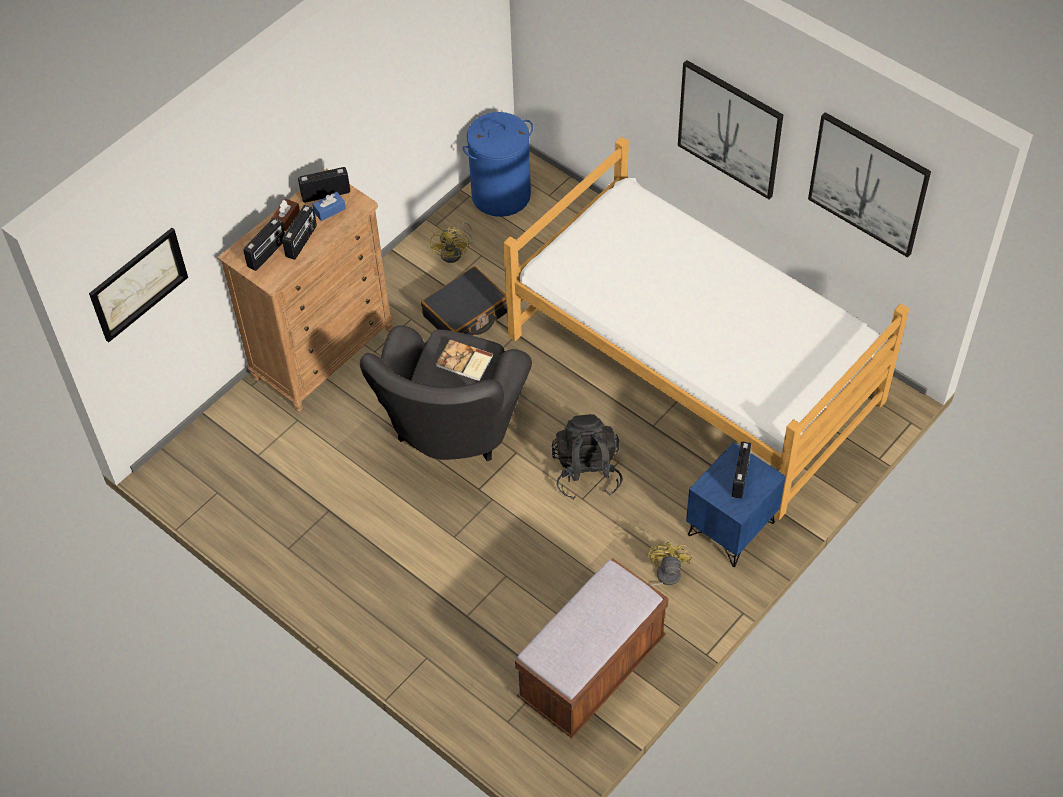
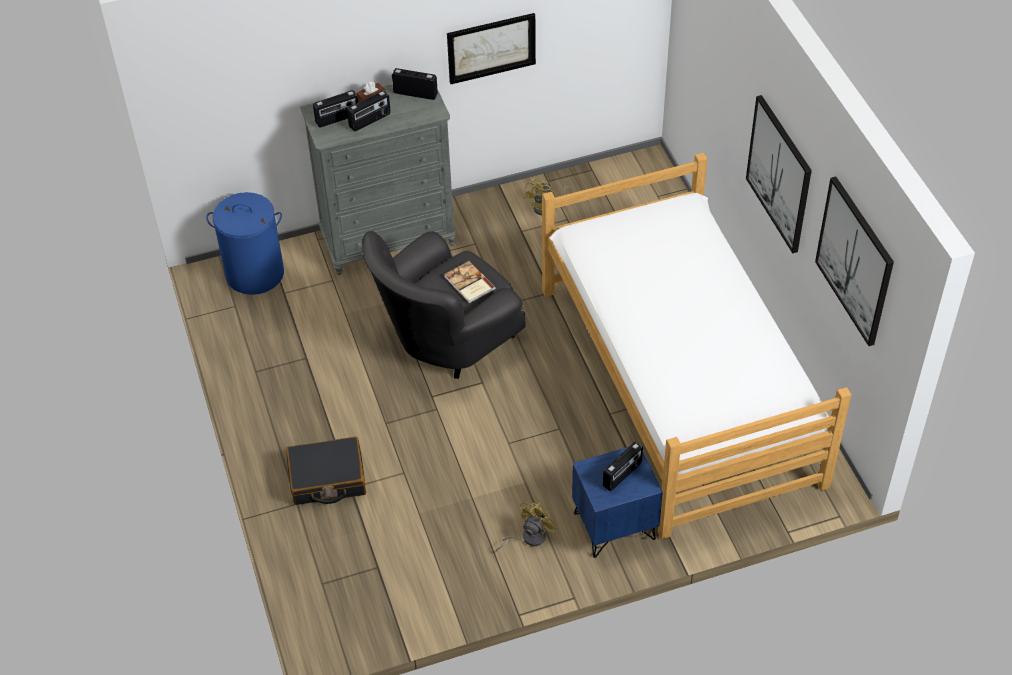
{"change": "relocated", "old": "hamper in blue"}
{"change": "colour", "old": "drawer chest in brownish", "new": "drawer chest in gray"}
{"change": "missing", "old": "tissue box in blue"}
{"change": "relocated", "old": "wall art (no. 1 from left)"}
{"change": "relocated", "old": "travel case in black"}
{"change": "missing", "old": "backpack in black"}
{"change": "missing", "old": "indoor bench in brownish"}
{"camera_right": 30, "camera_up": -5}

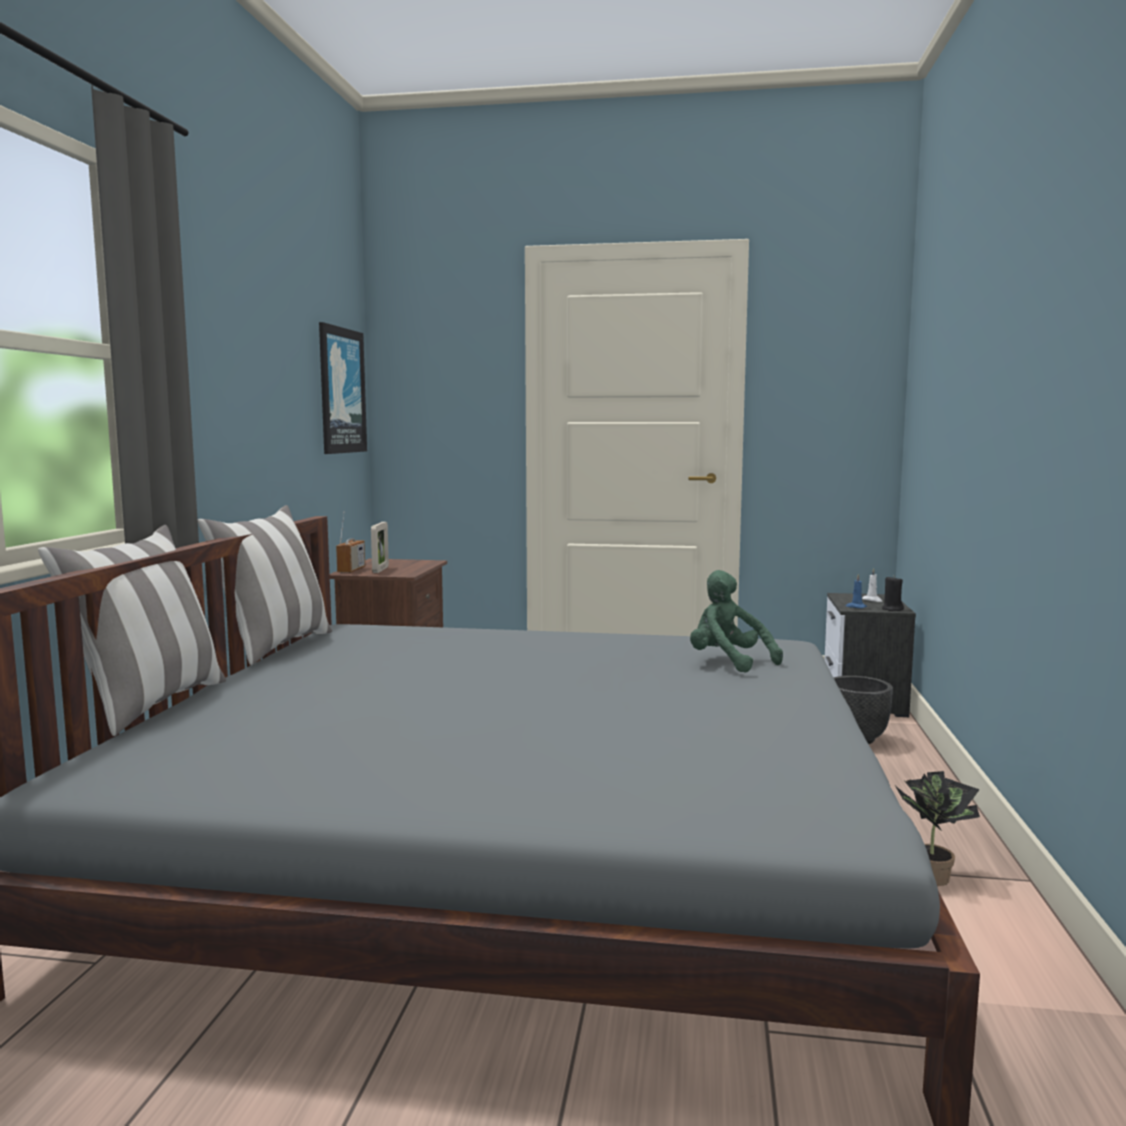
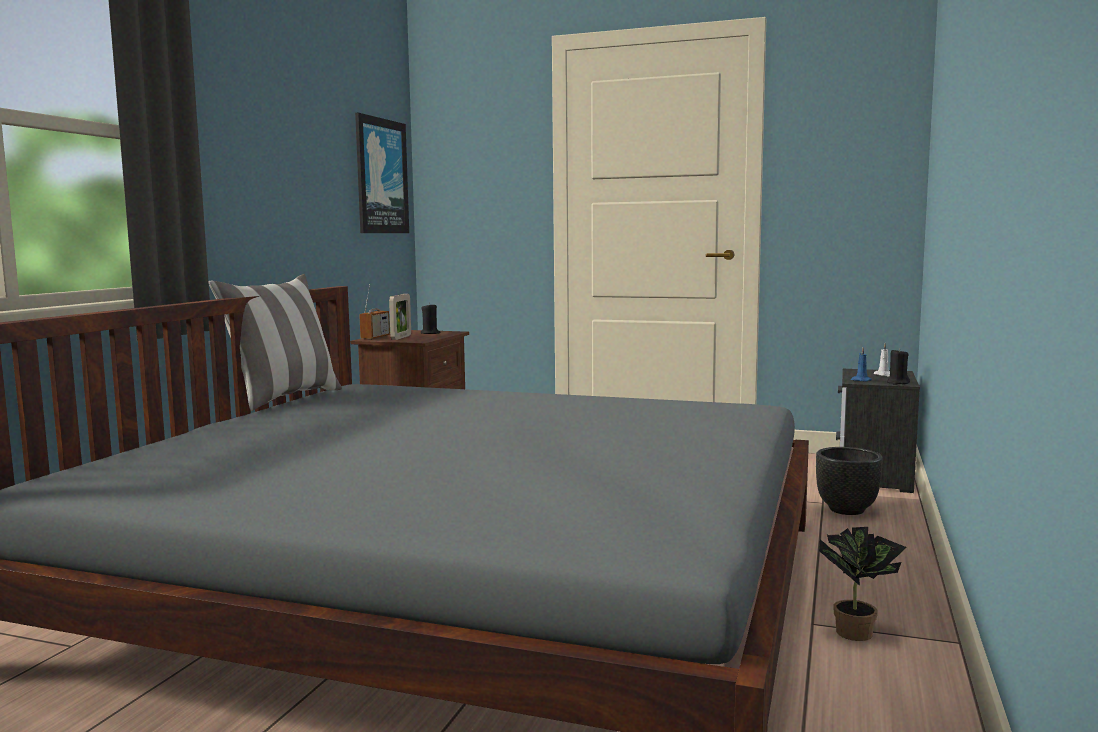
{"change": "missing", "old": "throw pillow (no. 1 from left)"}
{"change": "missing", "old": "plush toy in green-coloured"}
{"change": "appeared", "new": "candle in black (no. 1 from left)"}
{"camera_right": 10, "camera_up": 0}

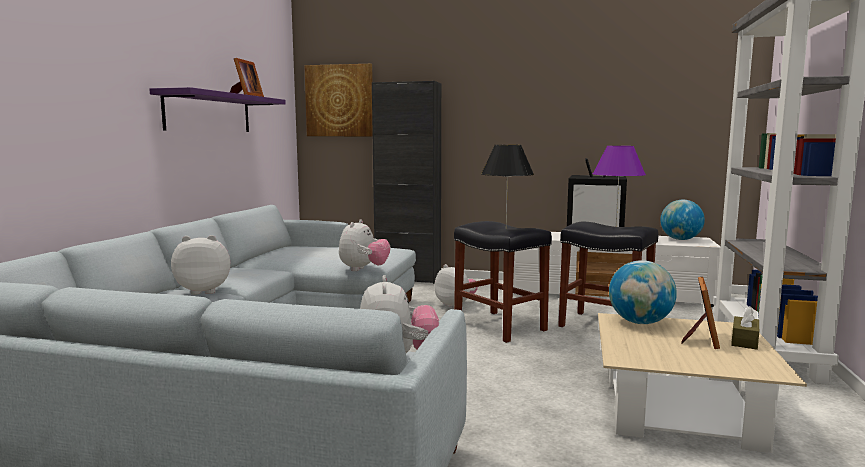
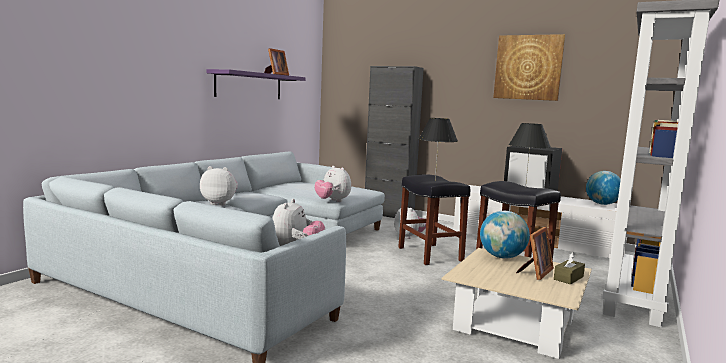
{"change": "relocated", "old": "wall art"}
{"change": "colour", "old": "tabletop lamp in purple-coloured", "new": "tabletop lamp in black (no. 2 from left)"}
{"change": "spun", "old": "plush toy (no. 2 from left in the first image)", "degrees": 105}
{"camera_right": 15, "camera_up": 0}

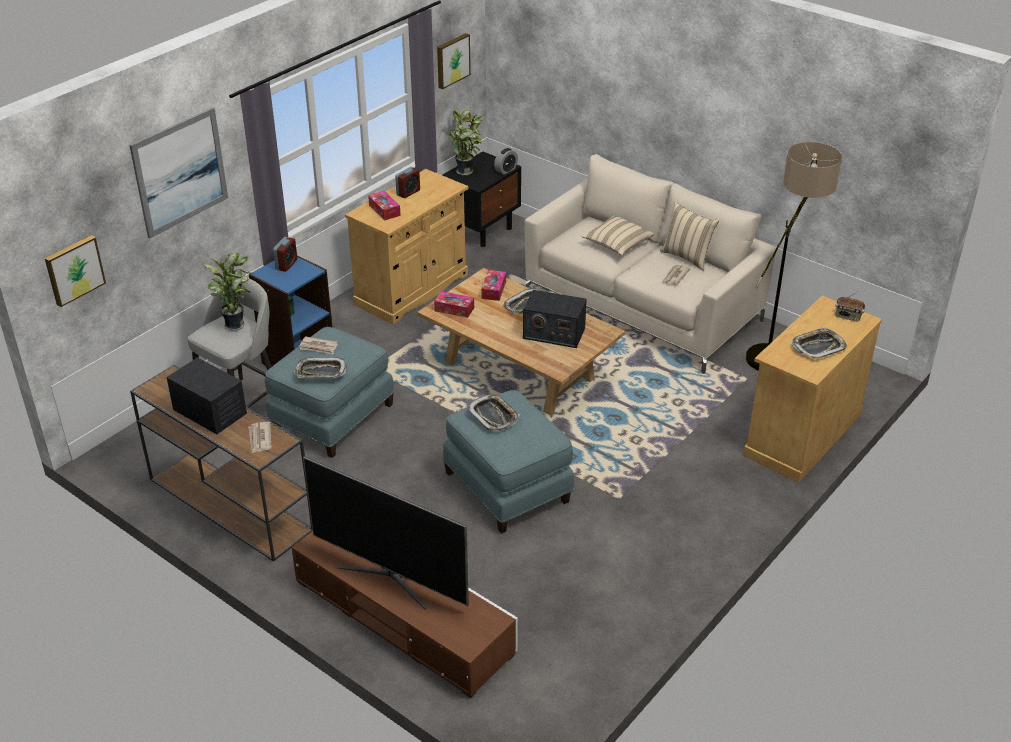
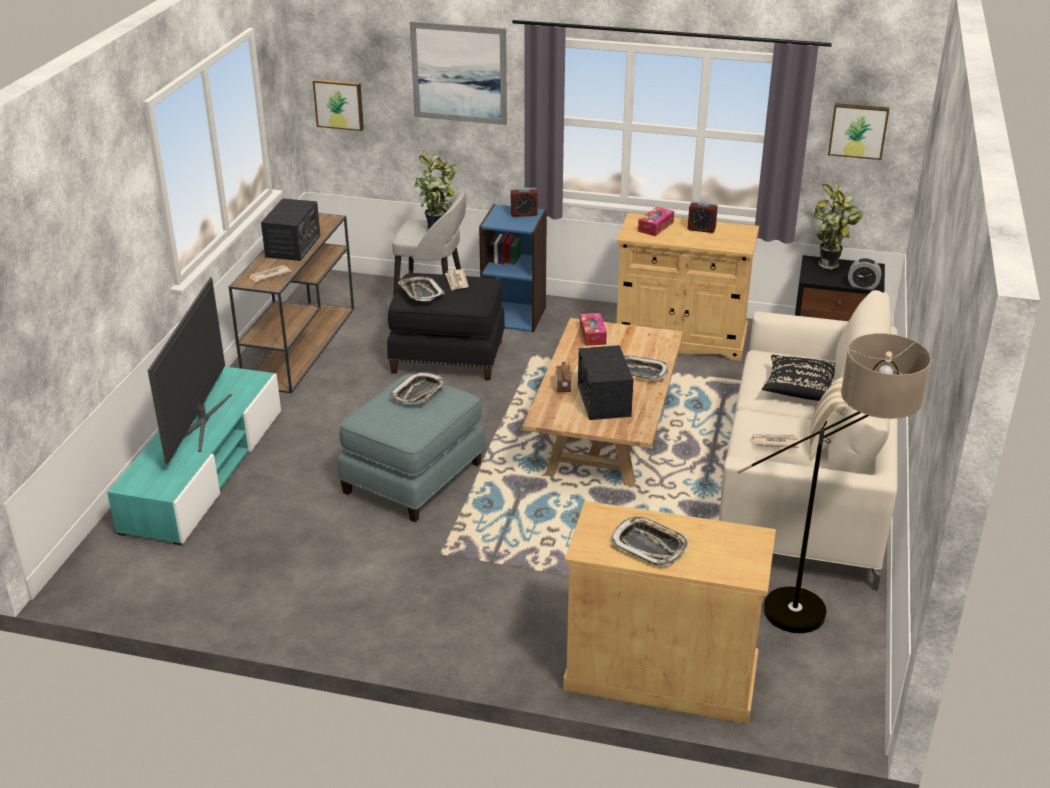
{"change": "colour", "old": "throw pillow in beige-coloured (no. 1 from left)", "new": "throw pillow in black"}
{"change": "missing", "old": "tissue box (no. 3 from left)"}
{"change": "relocated", "old": "radio receiver (no. 3 from left in the first image)", "new": "radio receiver (no. 2 from left)"}
{"change": "colour", "old": "ottoman in blue (no. 1 from left)", "new": "ottoman in black"}
{"change": "colour", "old": "tv unit in brownish", "new": "tv unit in turquoise-coloured"}
{"camera_right": 65, "camera_up": -5}

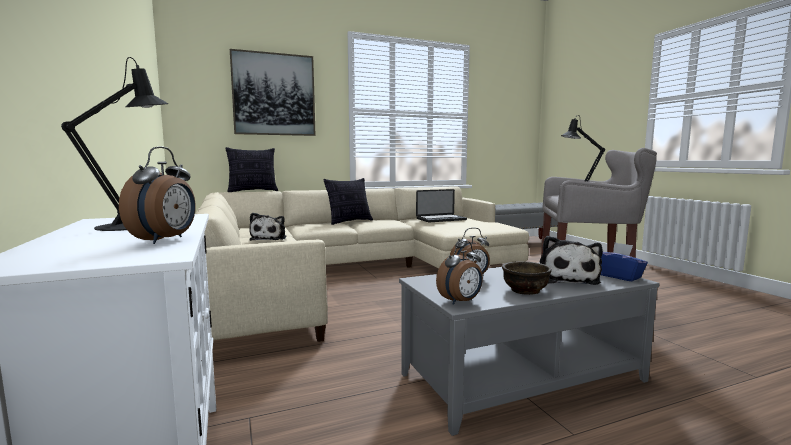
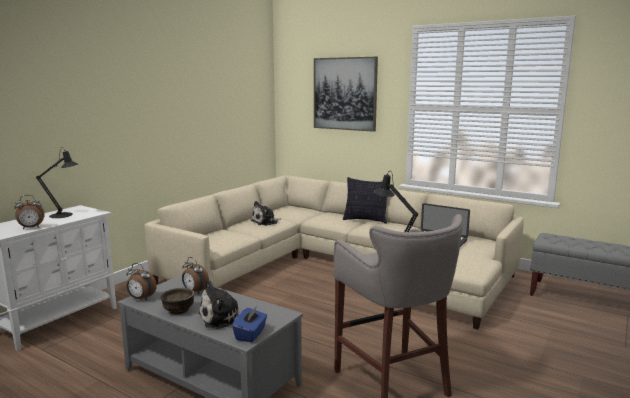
{"change": "missing", "old": "throw pillow (no. 1 from left)"}
{"camera_right": 55, "camera_up": 5}

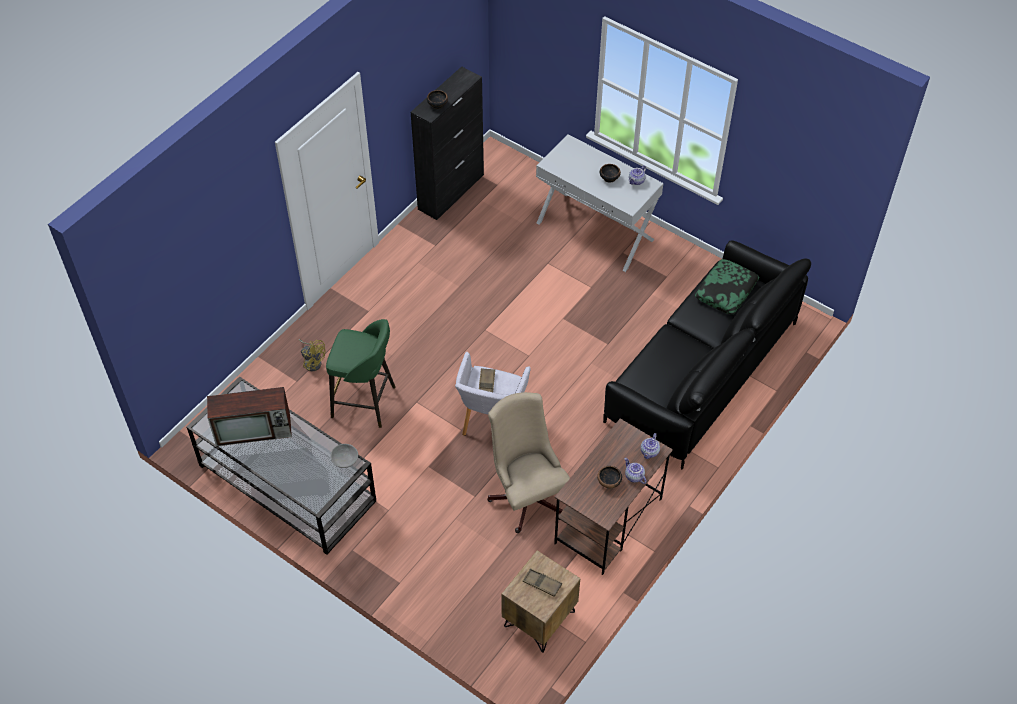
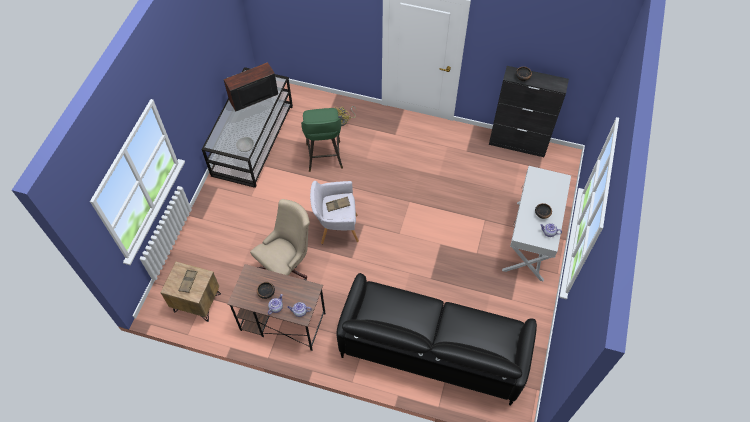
{"change": "missing", "old": "throw pillow"}
{"change": "spun", "old": "TV", "degrees": 90}
{"camera_right": 70, "camera_up": 5}

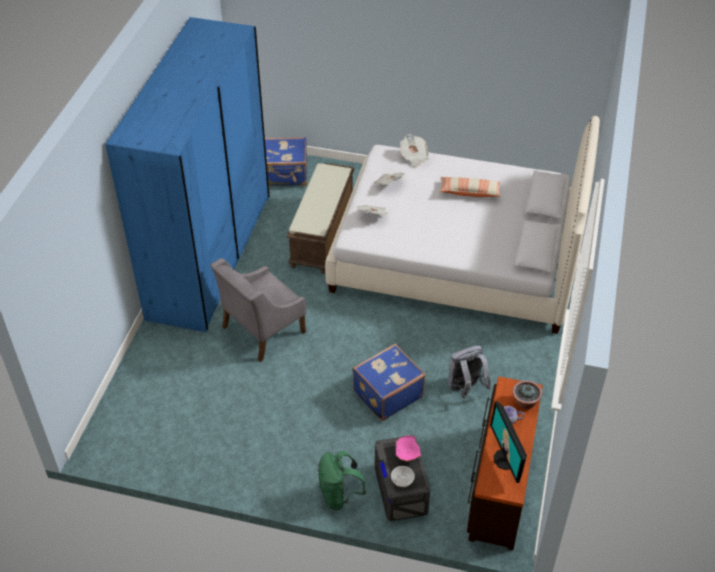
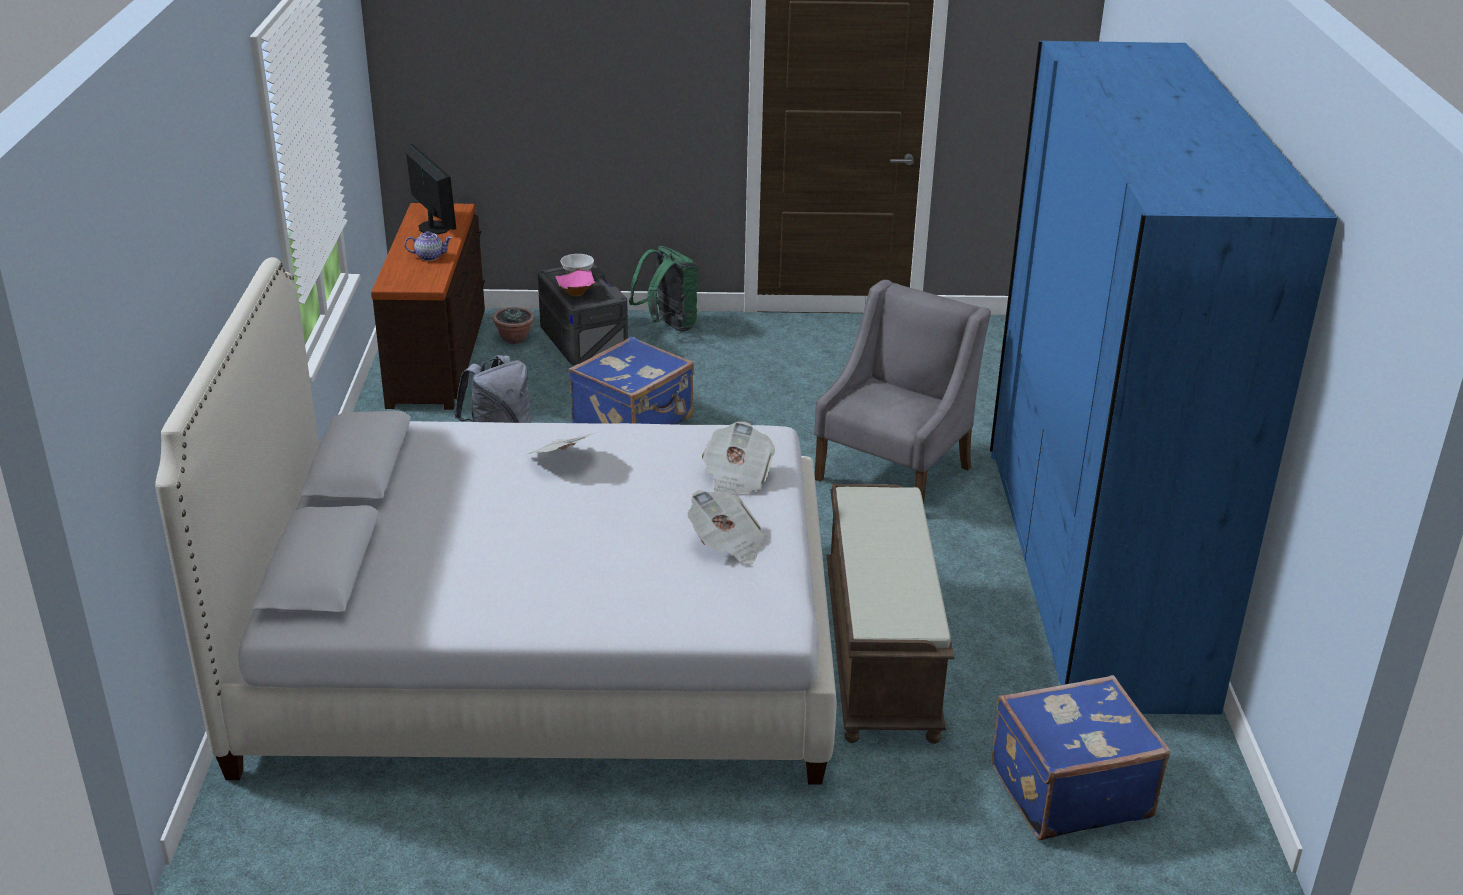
{"change": "relocated", "old": "daily paper (no. 3 from left in the first image)", "new": "daily paper (no. 1 from left)"}
{"change": "missing", "old": "throw pillow"}
{"change": "relocated", "old": "potted plant"}
{"camera_right": 165, "camera_up": -15}

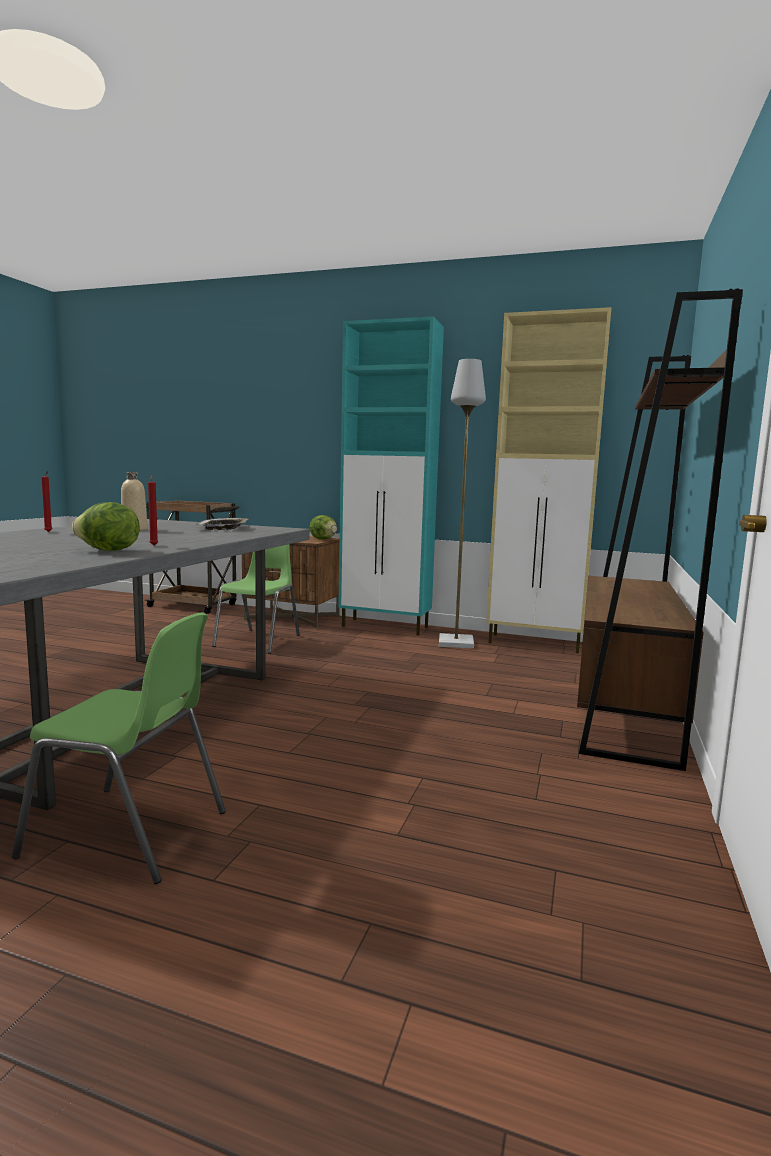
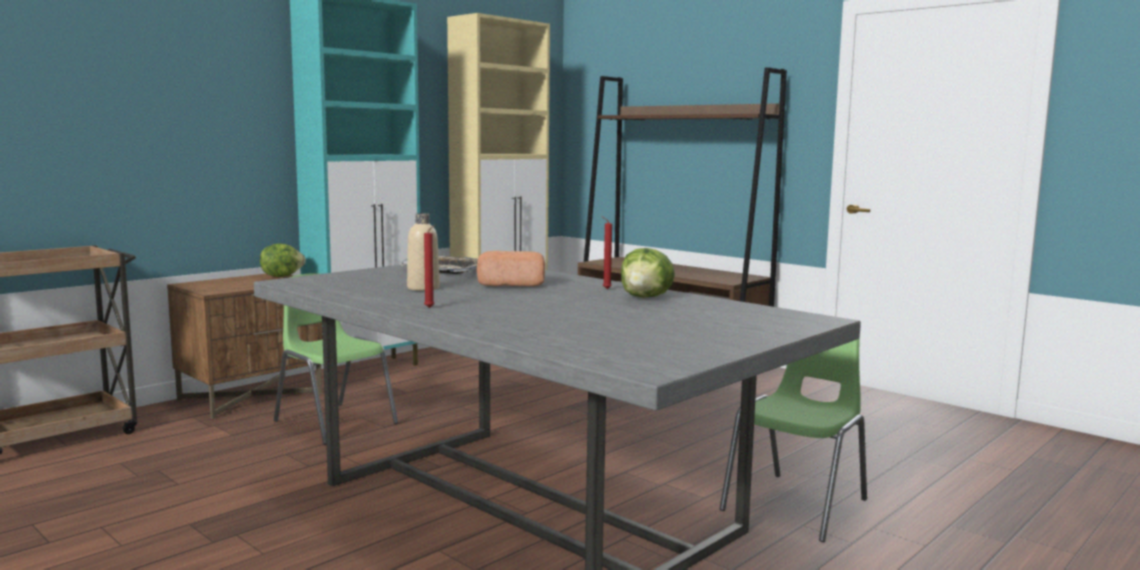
{"change": "missing", "old": "standing lamp in gray"}
{"change": "appeared", "new": "bread"}
{"camera_right": -65, "camera_up": 0}

